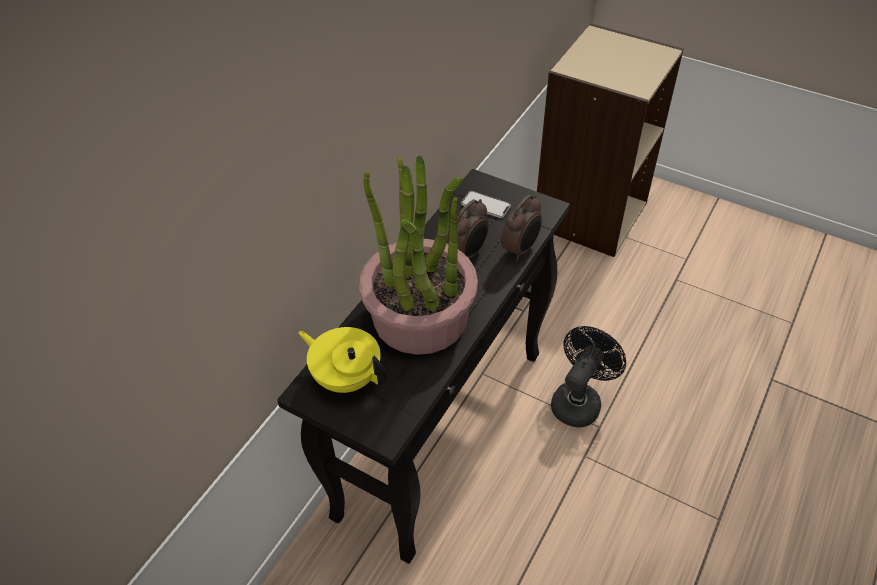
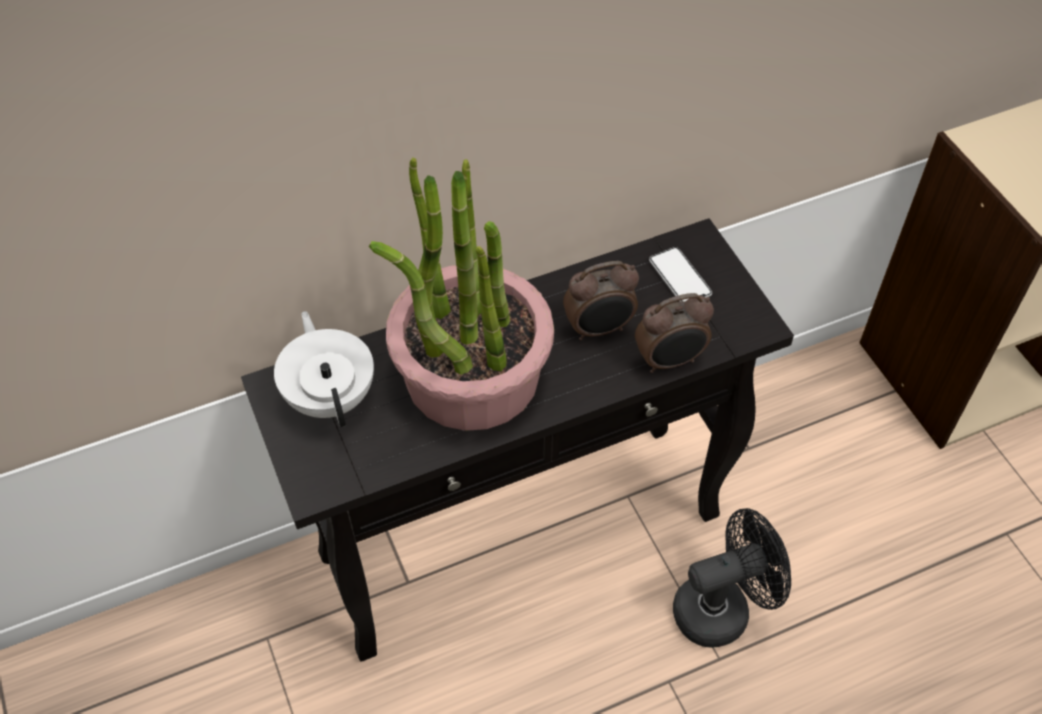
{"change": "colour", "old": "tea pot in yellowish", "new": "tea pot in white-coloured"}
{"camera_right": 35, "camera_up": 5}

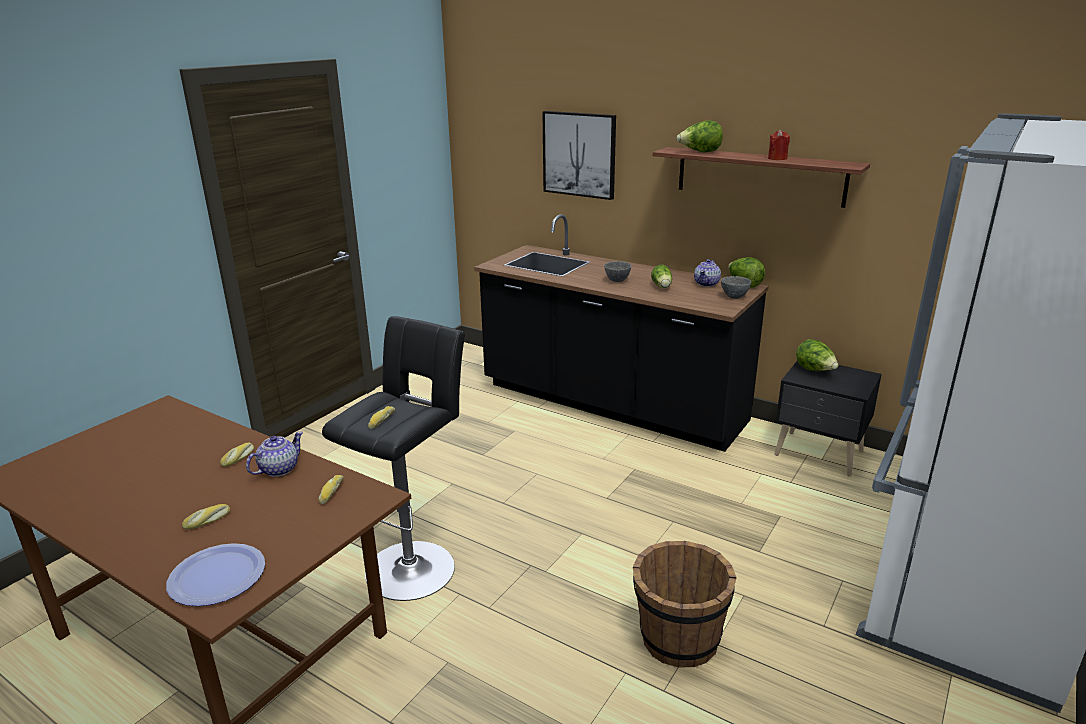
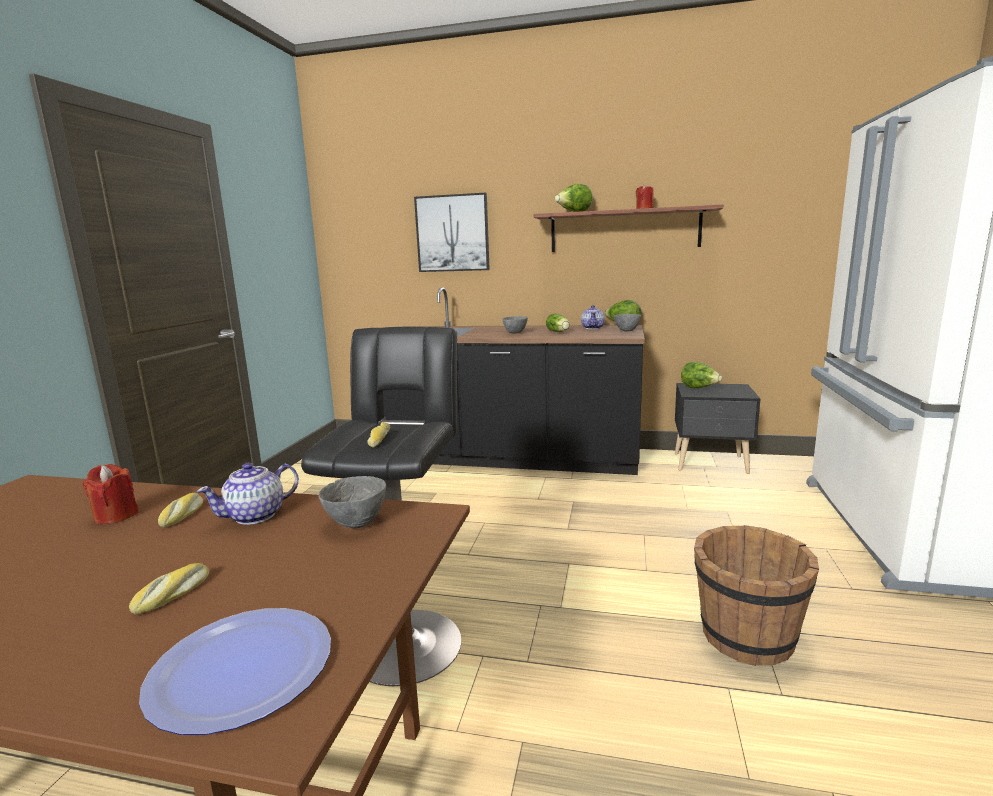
{"change": "spun", "old": "tea pot (no. 1 from left)", "degrees": -150}
{"change": "exchanged", "old": "bread (no. 3 from left)", "new": "bowl in gray (no. 1 from left)"}
{"change": "appeared", "new": "candle in red-coloured (no. 1 from left)"}
{"camera_right": -20, "camera_up": -10}

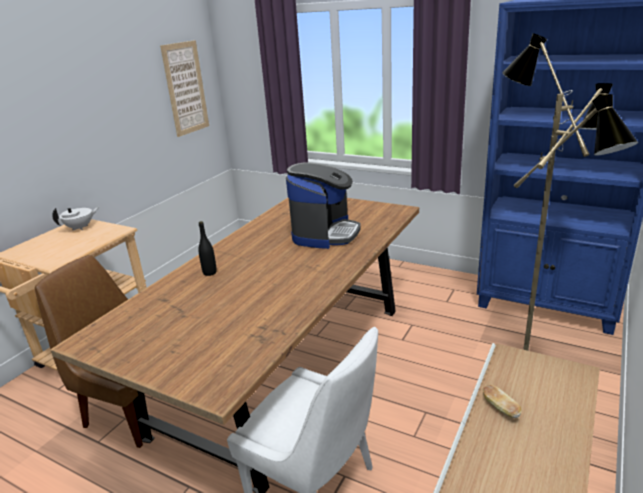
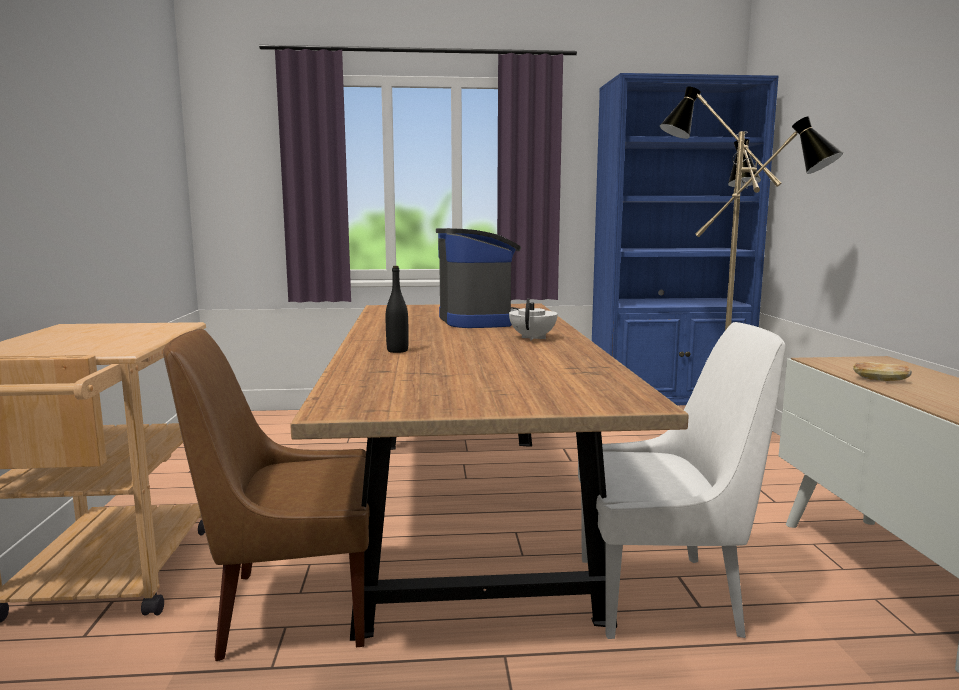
{"change": "missing", "old": "wall art"}
{"change": "relocated", "old": "tea pot in white-coloured"}
{"camera_right": -35, "camera_up": -15}

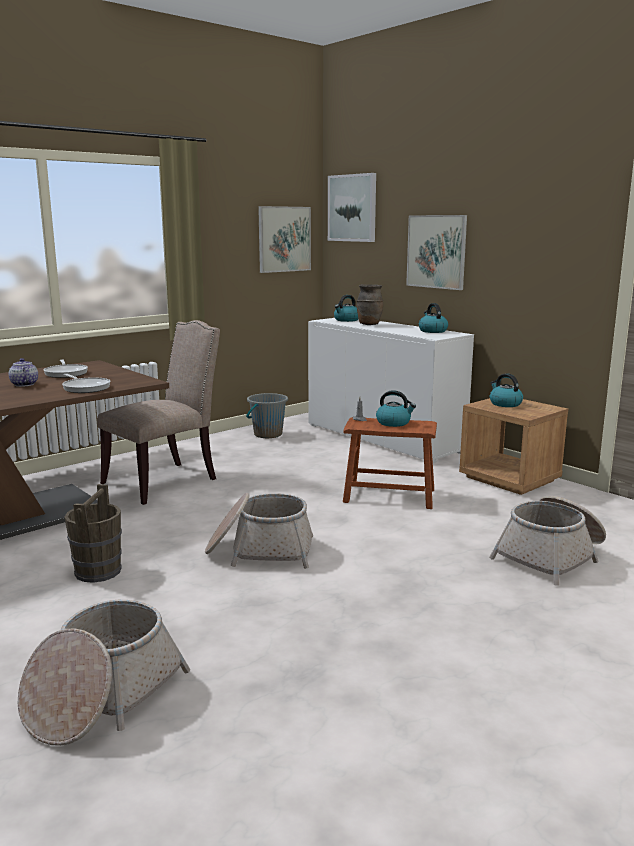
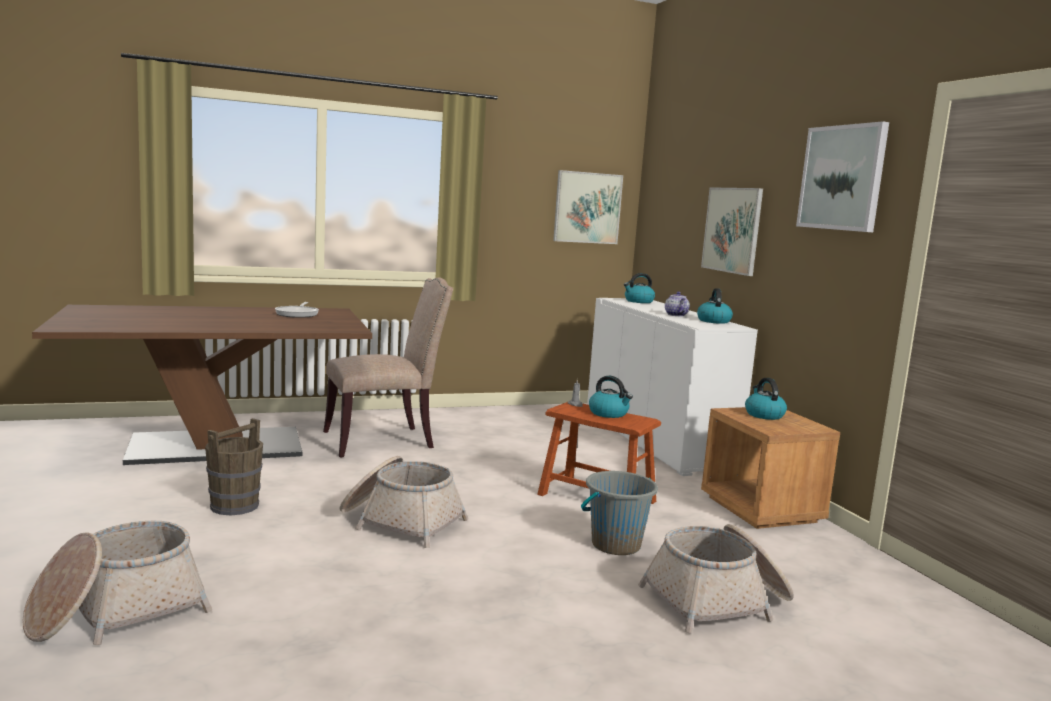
{"change": "relocated", "old": "wall art (no. 2 from left in the first image)", "new": "wall art (no. 3 from left)"}
{"change": "missing", "old": "flower vase in brownish"}
{"change": "relocated", "old": "tea pot"}
{"change": "missing", "old": "pan (no. 2 from left)"}
{"change": "relocated", "old": "water bucket in gray"}
{"camera_right": 20, "camera_up": -5}

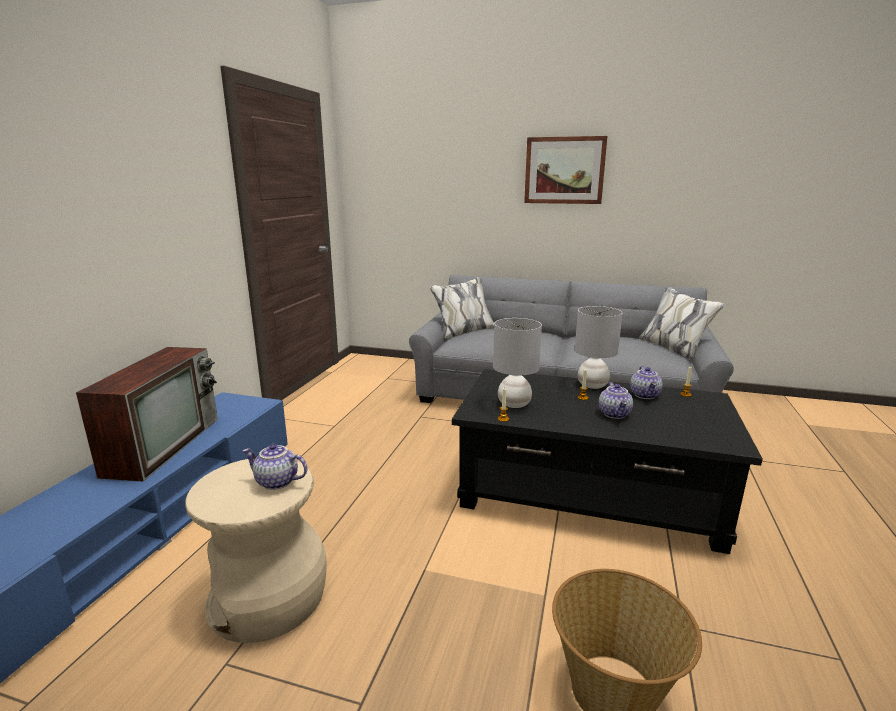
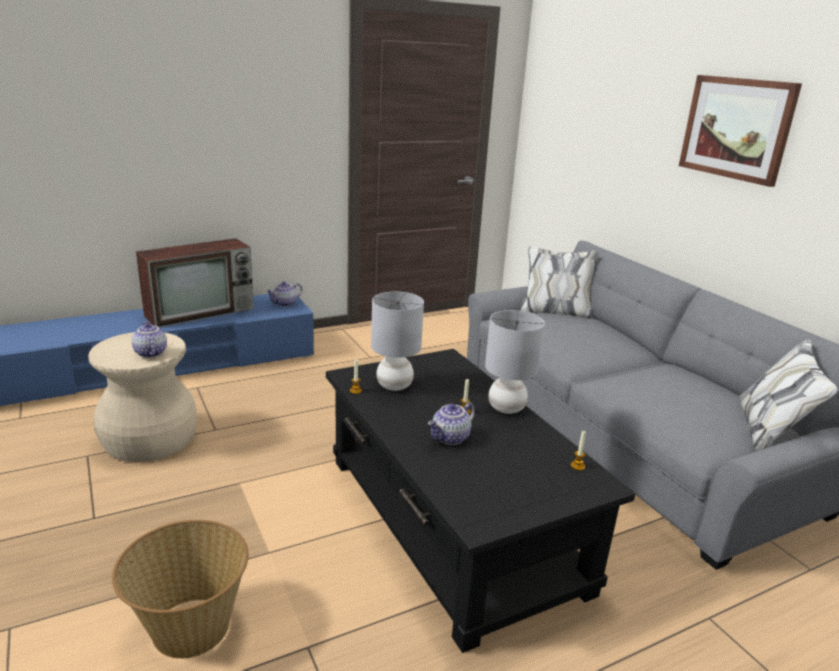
{"change": "relocated", "old": "tea pot (no. 3 from left in the first image)", "new": "tea pot (no. 2 from left)"}
{"camera_right": 45, "camera_up": 5}

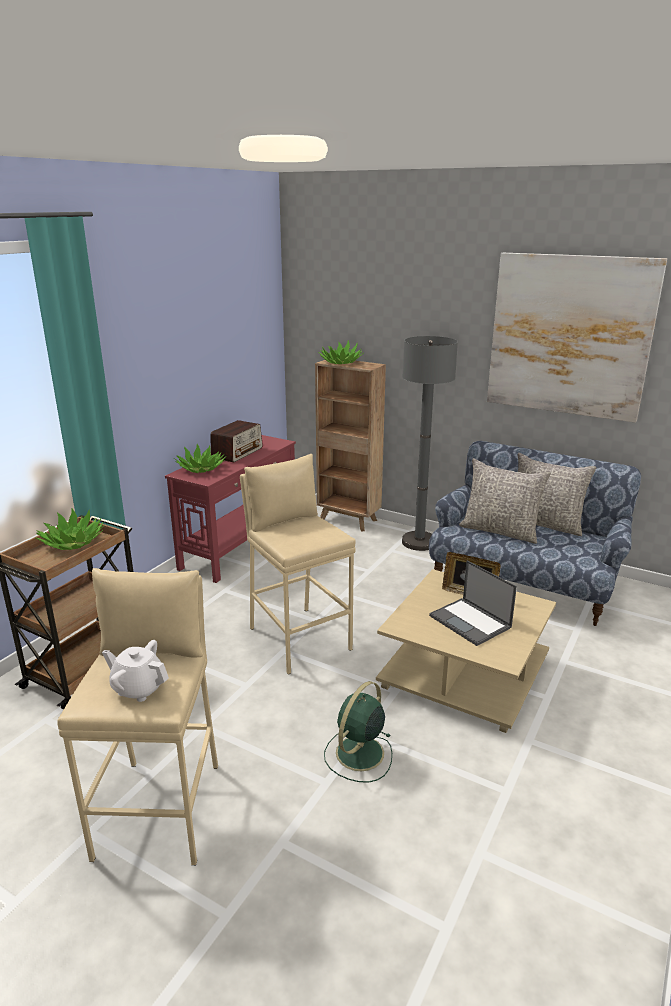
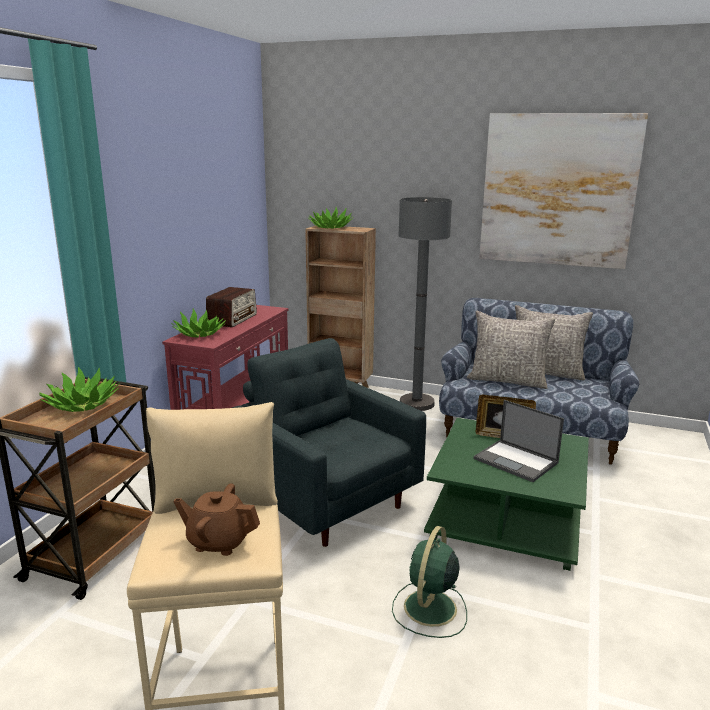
{"change": "exchanged", "old": "stool in beige-coloured (no. 2 from left)", "new": "armchair in gray"}
{"change": "colour", "old": "coffee table in beige-coloured", "new": "coffee table in green-coloured"}
{"change": "colour", "old": "tea pot in white-coloured", "new": "tea pot in brownish"}
{"camera_right": -10, "camera_up": -5}

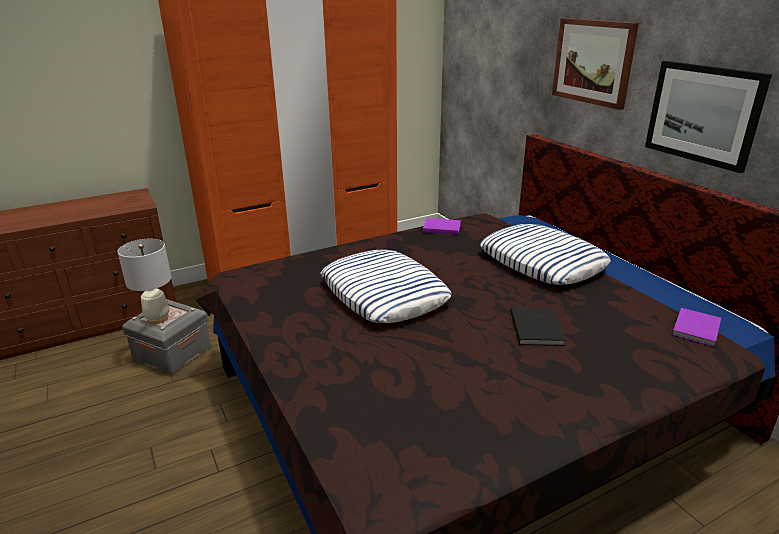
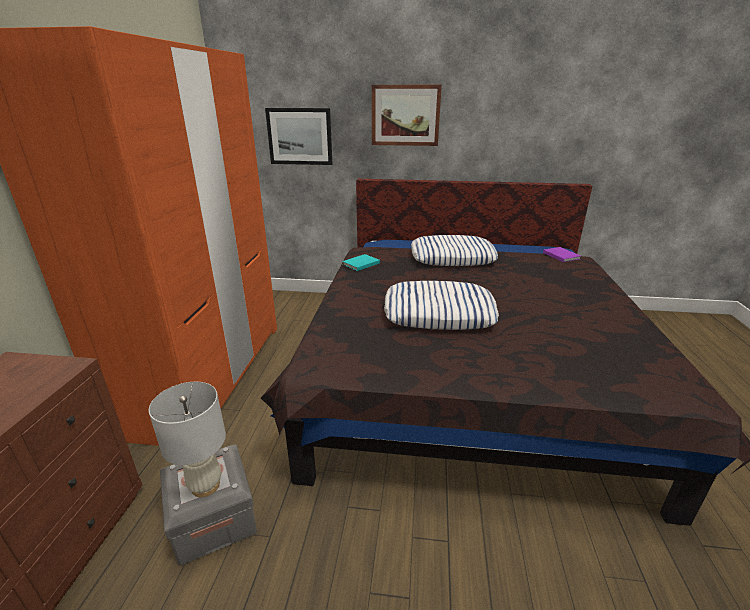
{"change": "relocated", "old": "wall art (no. 2 from left in the first image)", "new": "wall art (no. 1 from left)"}
{"change": "colour", "old": "book in purple-coloured (no. 1 from left)", "new": "book in turquoise-coloured"}
{"change": "missing", "old": "book in black"}
{"camera_right": -55, "camera_up": 0}

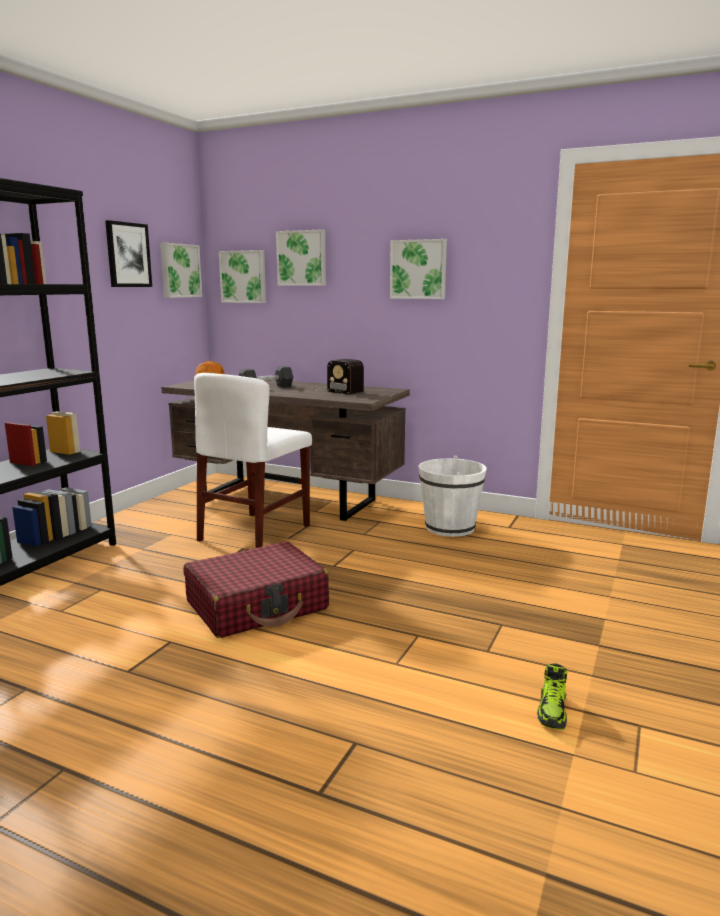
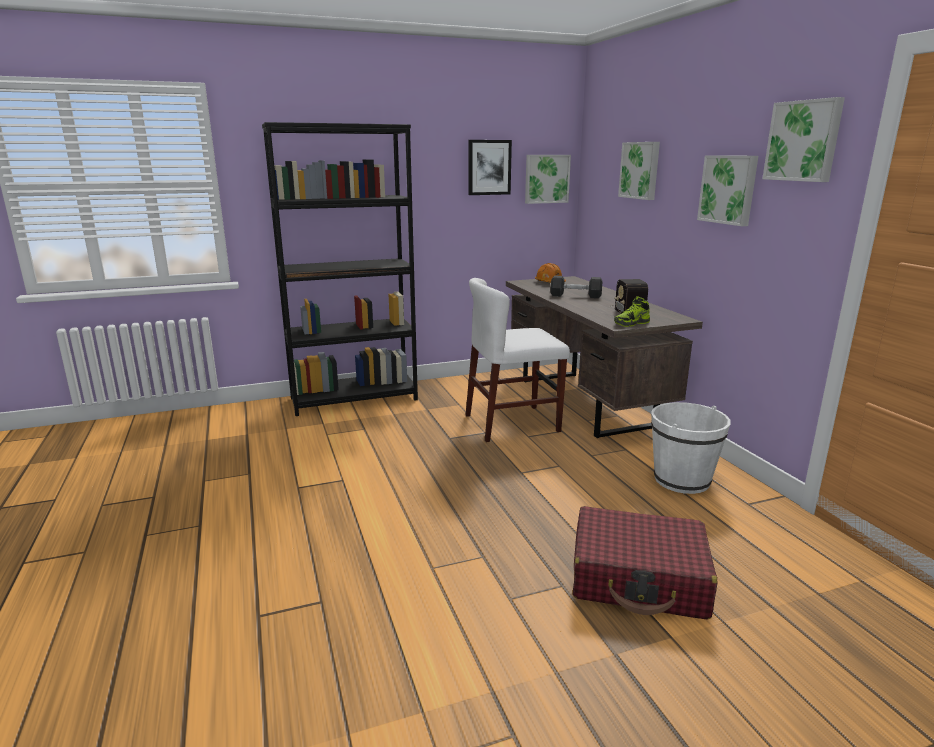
{"change": "relocated", "old": "wall art (no. 3 from left in the first image)", "new": "wall art (no. 5 from left)"}
{"change": "relocated", "old": "travel case in red-coloured"}
{"change": "relocated", "old": "item of footwear"}
{"camera_right": 45, "camera_up": 5}

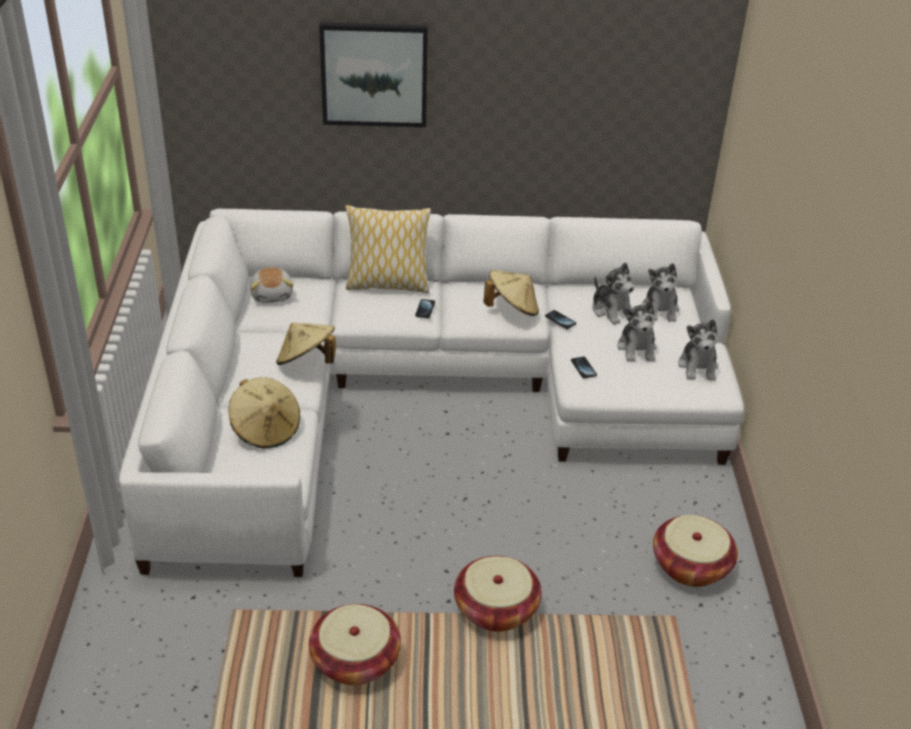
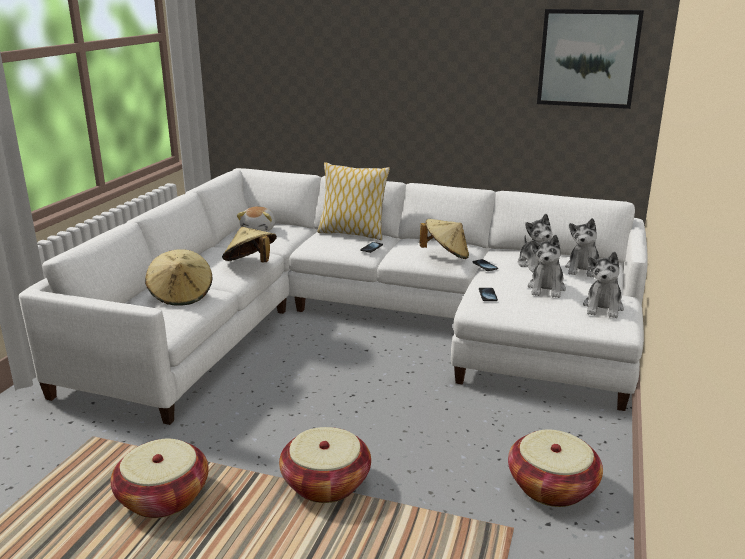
{"change": "relocated", "old": "wall art"}
{"camera_right": 20, "camera_up": -15}

